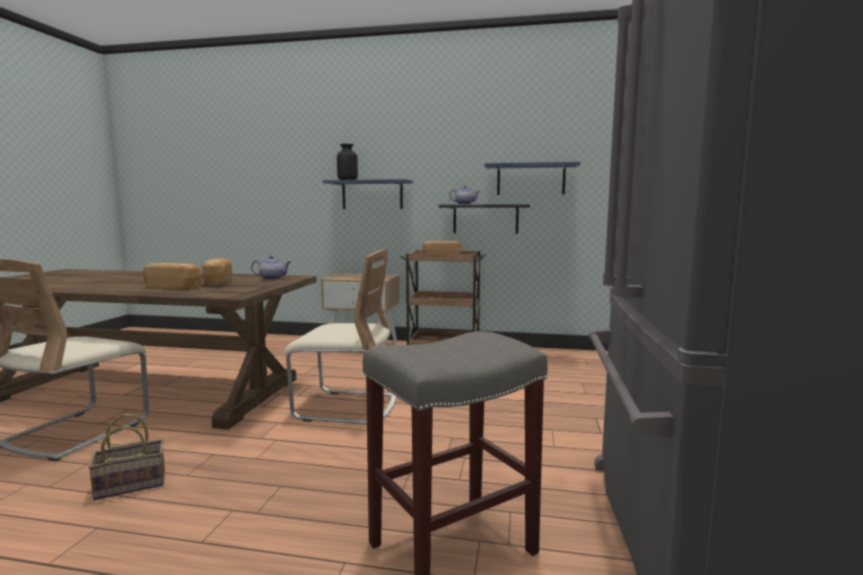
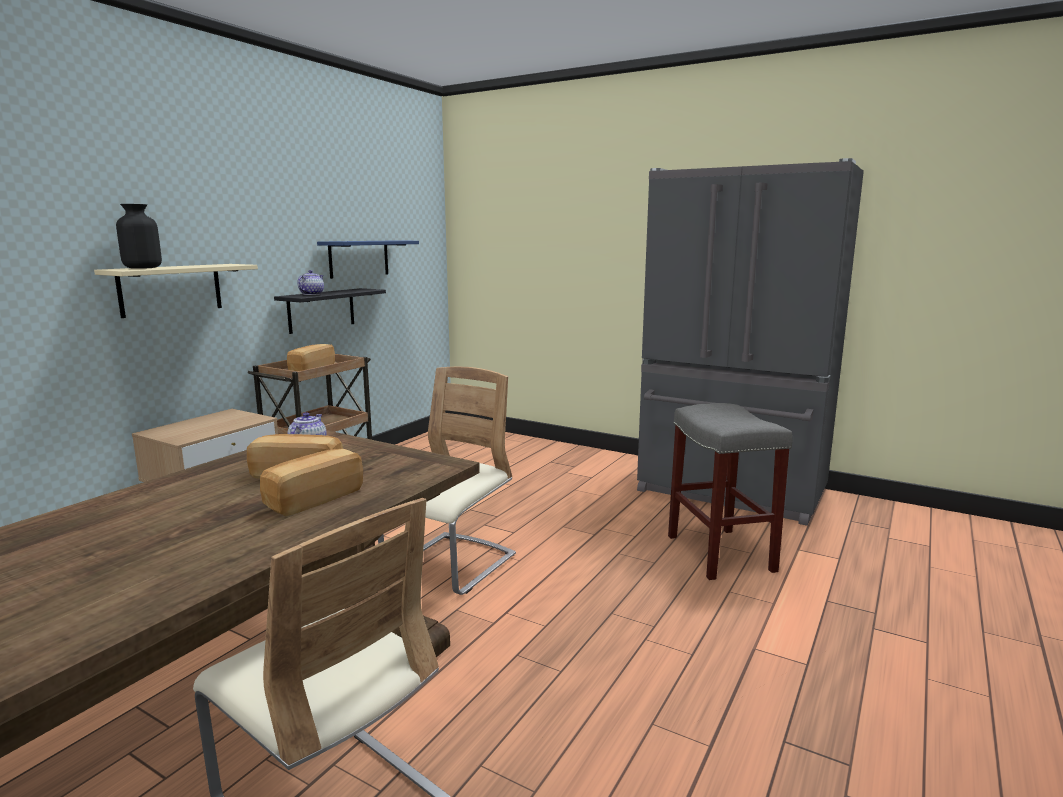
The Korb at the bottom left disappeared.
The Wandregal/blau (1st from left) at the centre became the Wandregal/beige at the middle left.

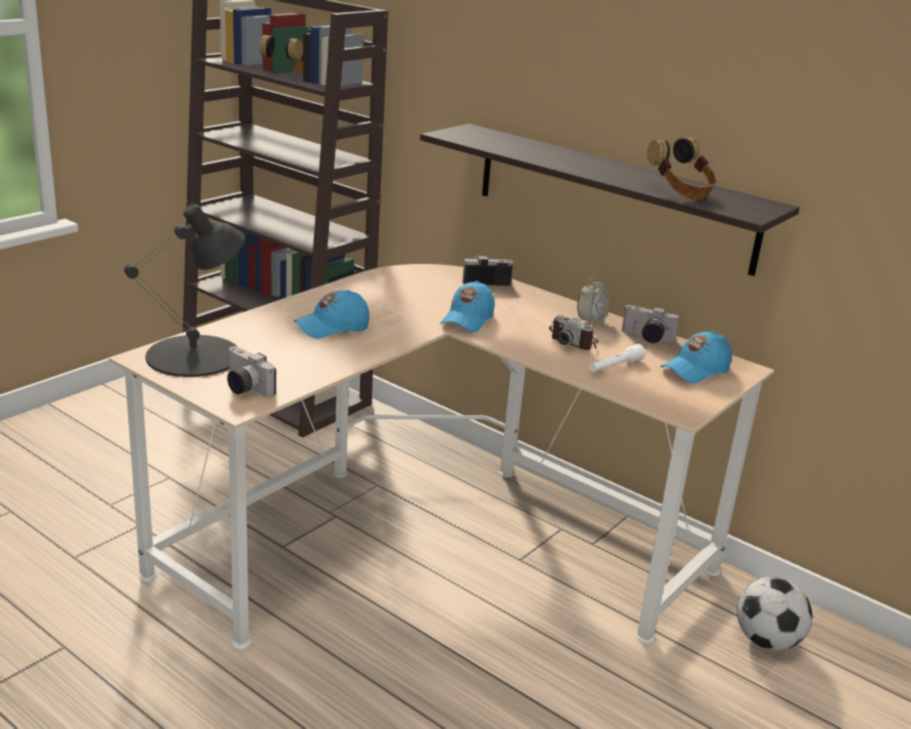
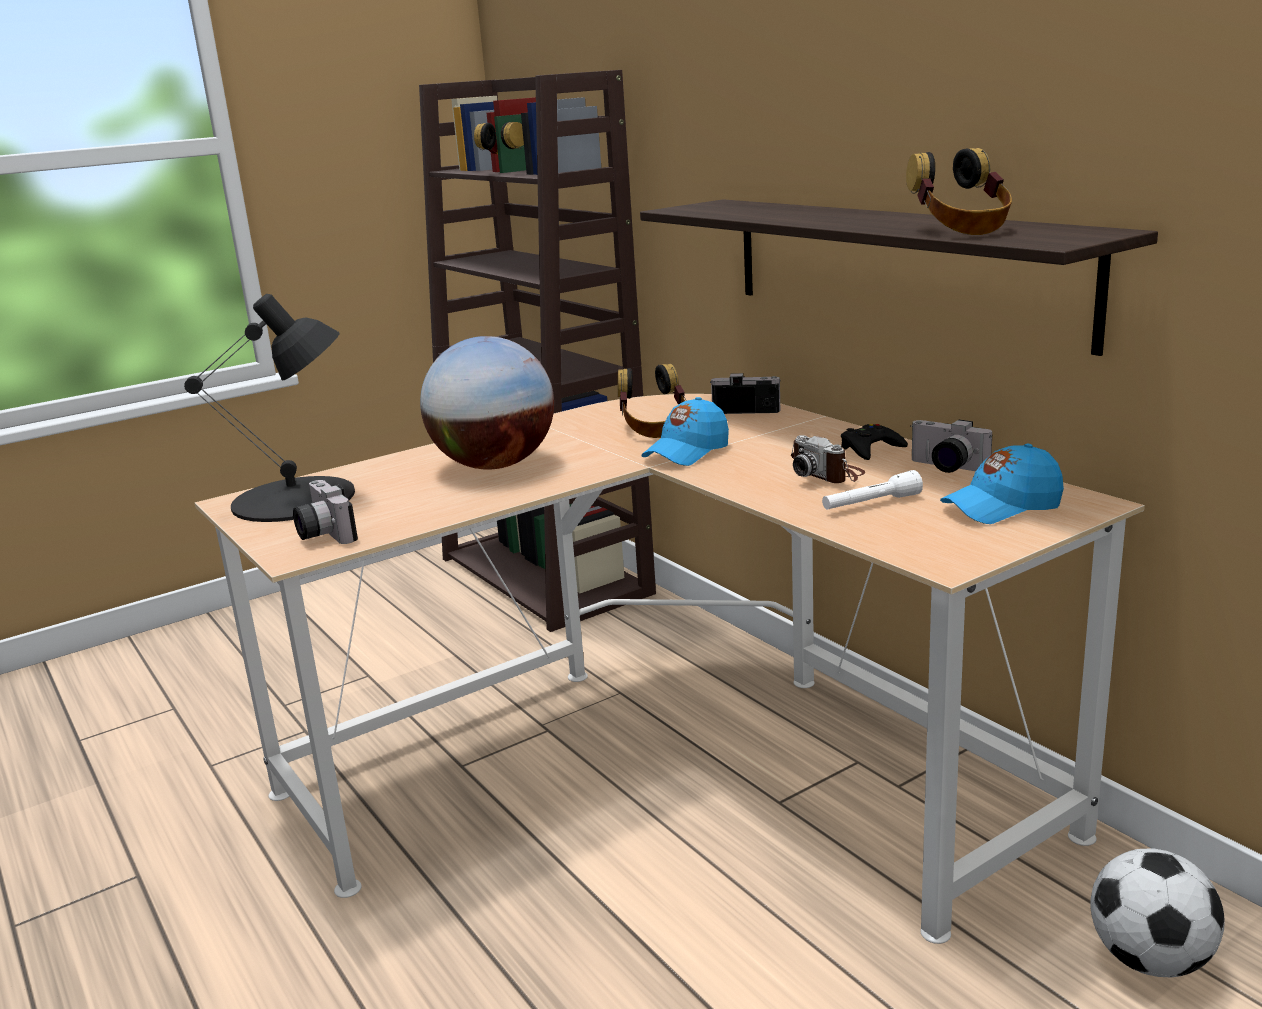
The Kopfhörer (2nd from left) at the centre appeared.
The Kappe/blau (1st from left) at the centre was replaced by the Globus at the centre.
The Wecker at the centre was replaced by the Gamepad/schwarz at the middle right.

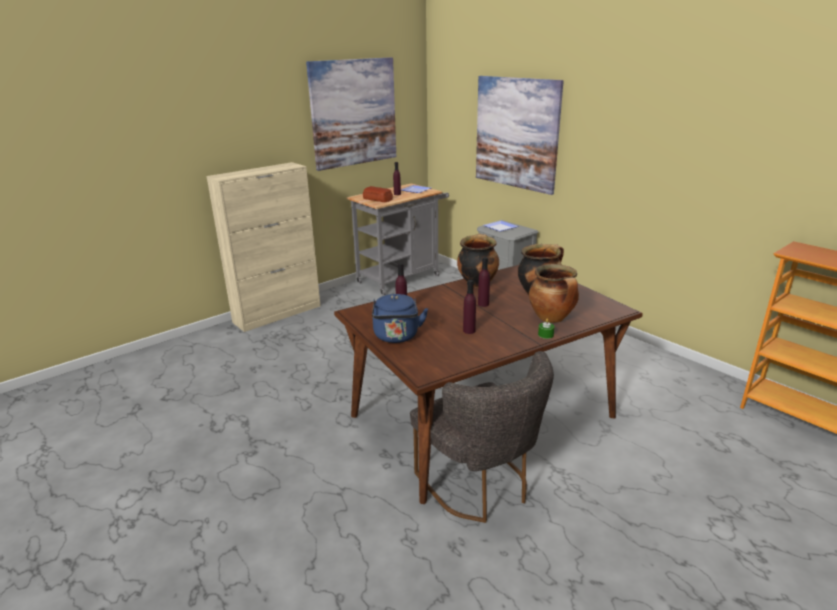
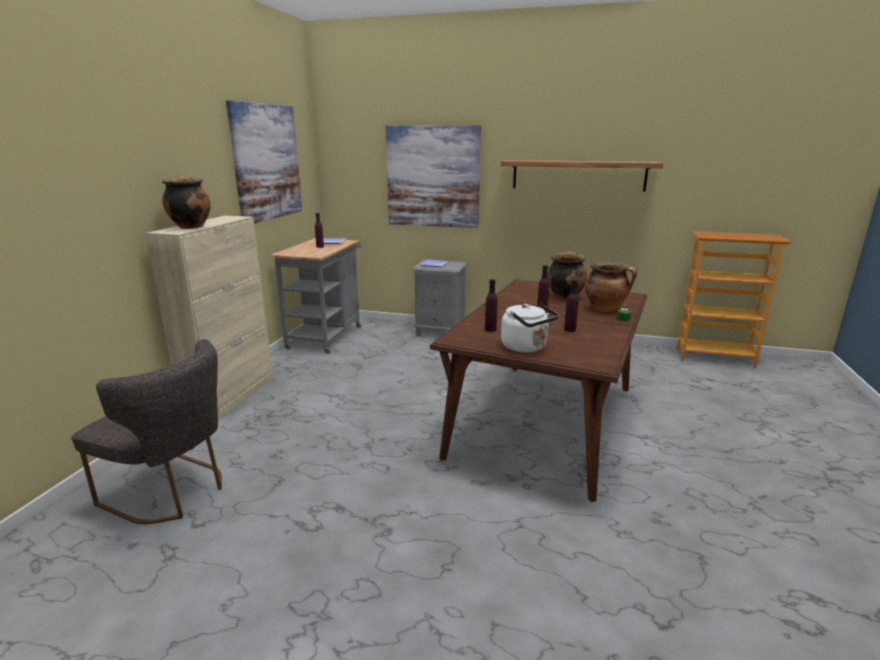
The Brot at the top centre disappeared.
The Wandregal at the top centre appeared.
The Stuhl/grau moved from the bottom centre to the middle left.
The Kochtopf (1st from left) moved from the centre to the top left.
The Wasserkessel/blau at the centre became the Wasserkessel/weiß at the centre.

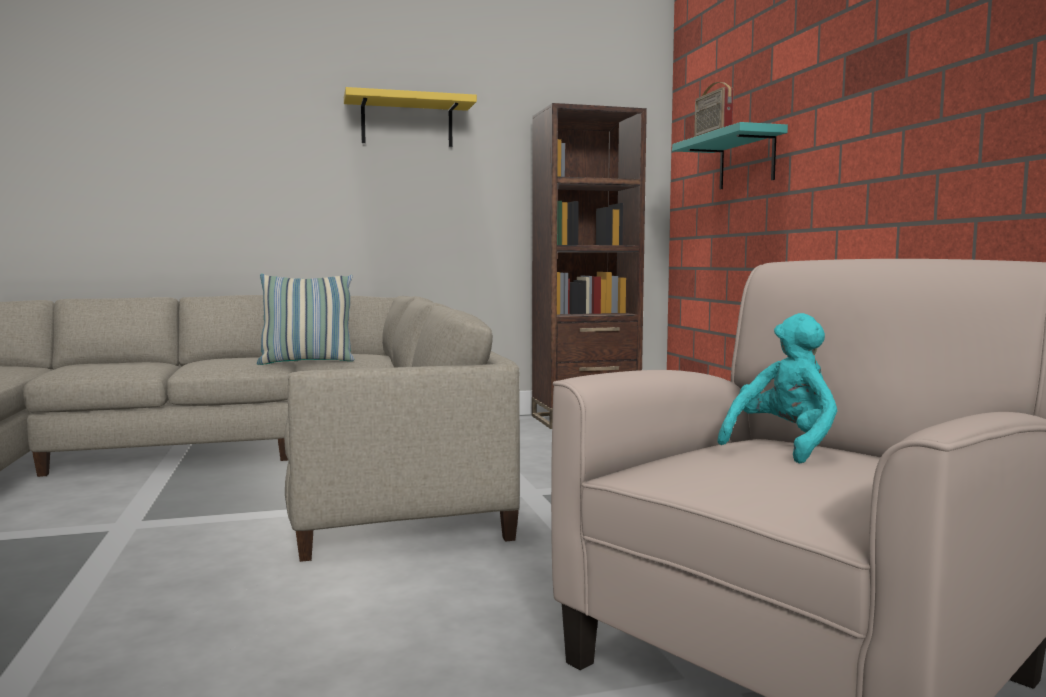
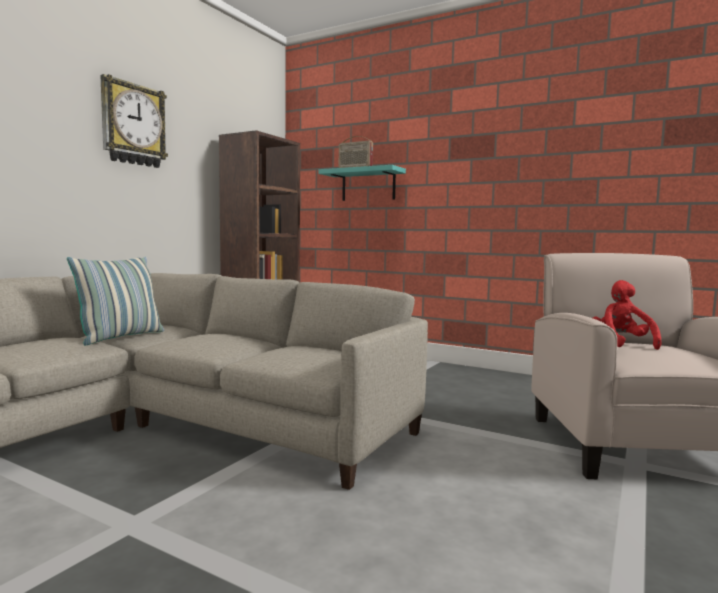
The Wandregal/gelb at the top centre was replaced by the Wanduhr at the top left.
The Plüschtier/türkis at the middle right became the Plüschtier/rot at the middle right.

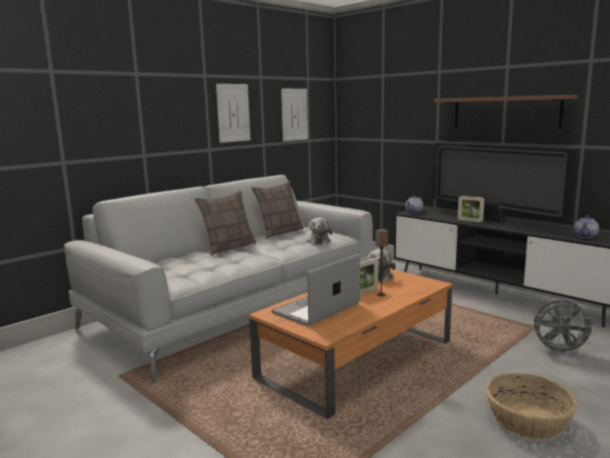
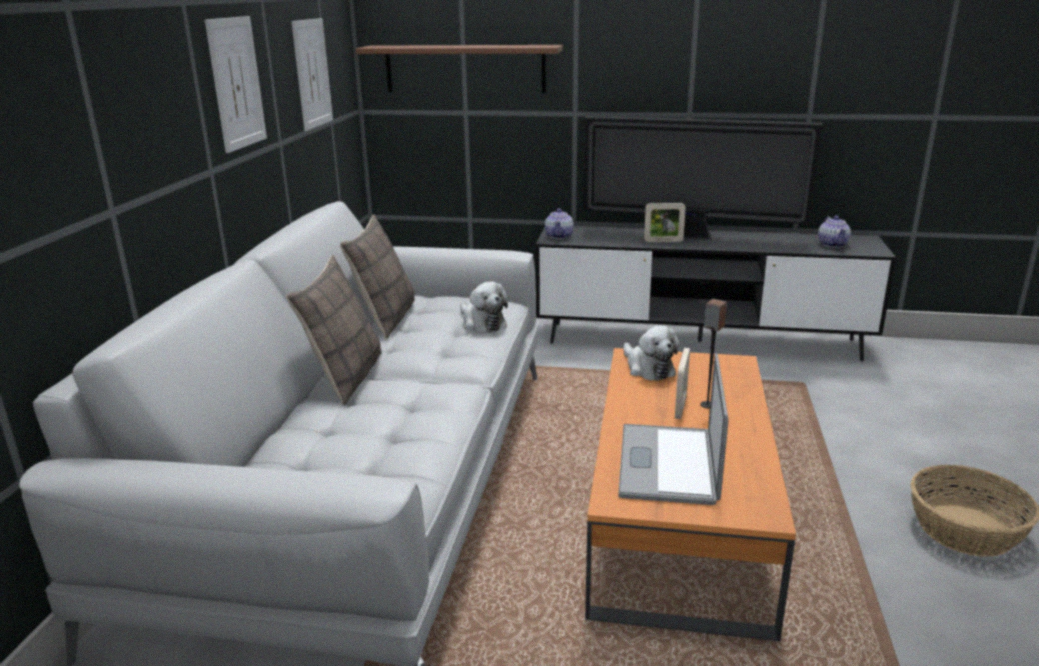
The Ventilator/grau at the bottom right disappeared.
The Wandregal/braun moved from the top right to the top centre.

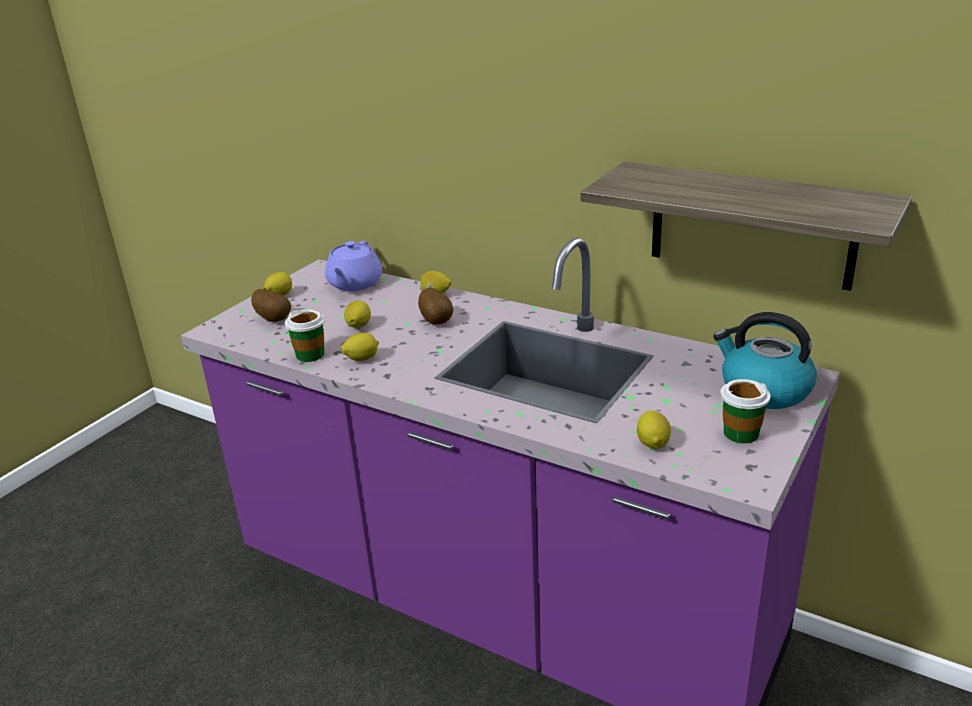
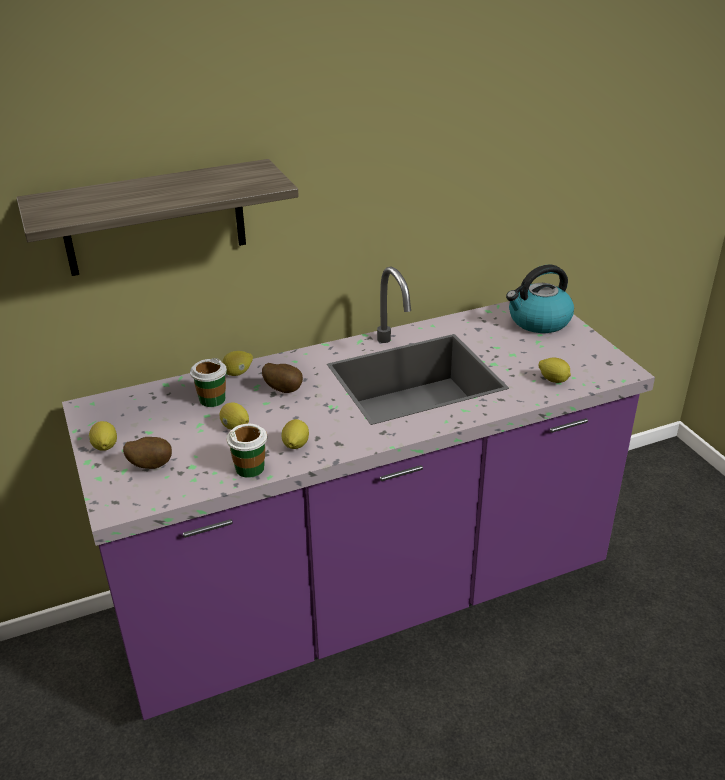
The Teekanne/lila at the centre disappeared.
The Wandregal moved from the top right to the top left.
The Tasse (2nd from left in the first image) moved from the middle right to the middle left.

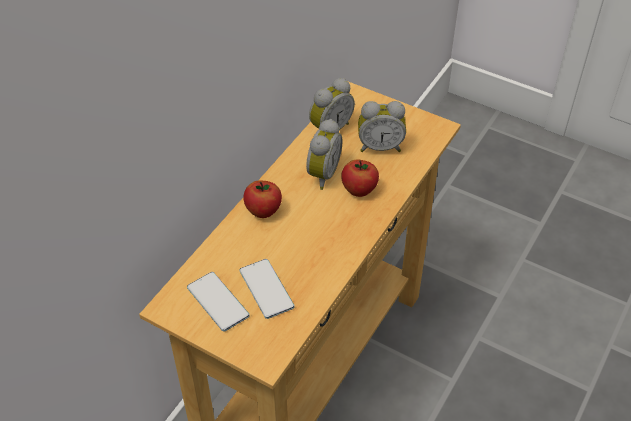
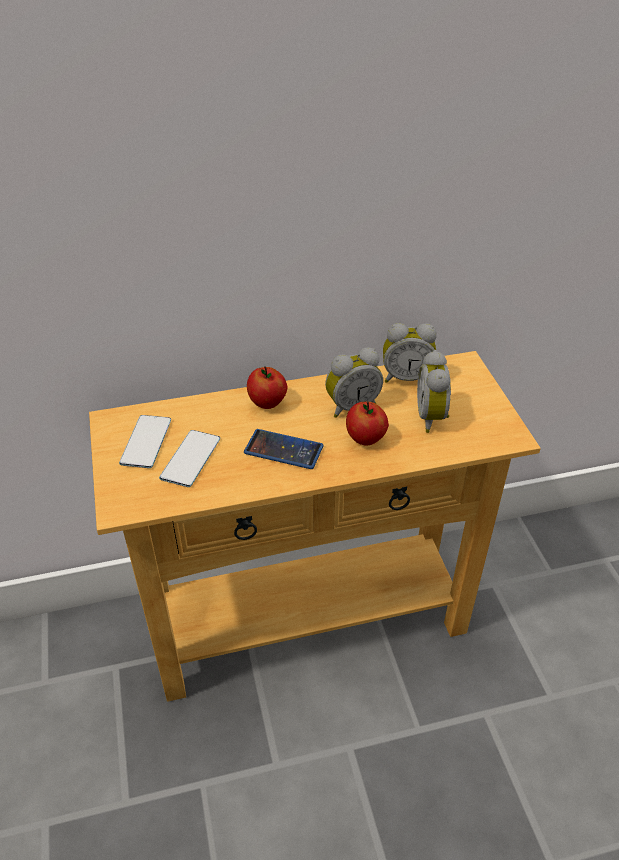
The Handy (3rd from left) at the centre appeared.
The Wecker (3rd from left) at the top centre turned 45 degrees clockwise.

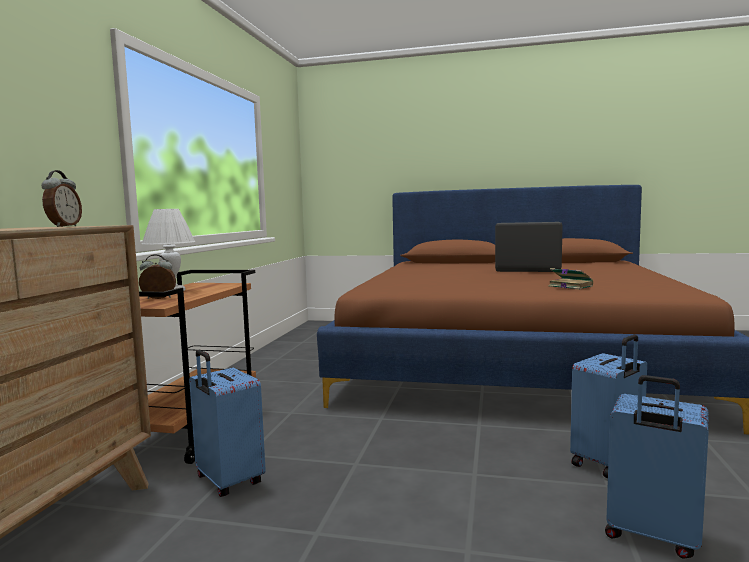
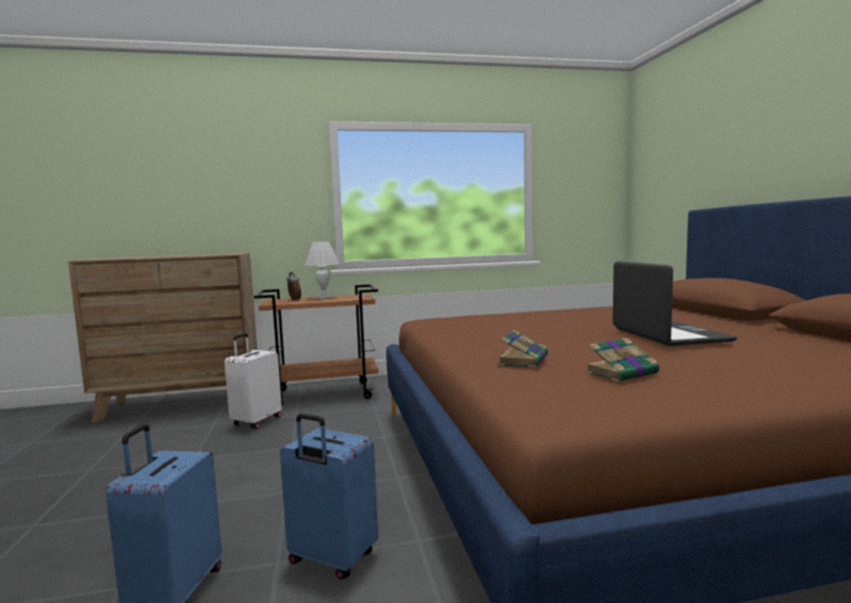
The Wecker (1st from left) at the middle left disappeared.
The Buch (2nd from left) at the middle right appeared.
The Koffer/blau (1st from left) at the bottom left became the Koffer/weiß at the middle left.

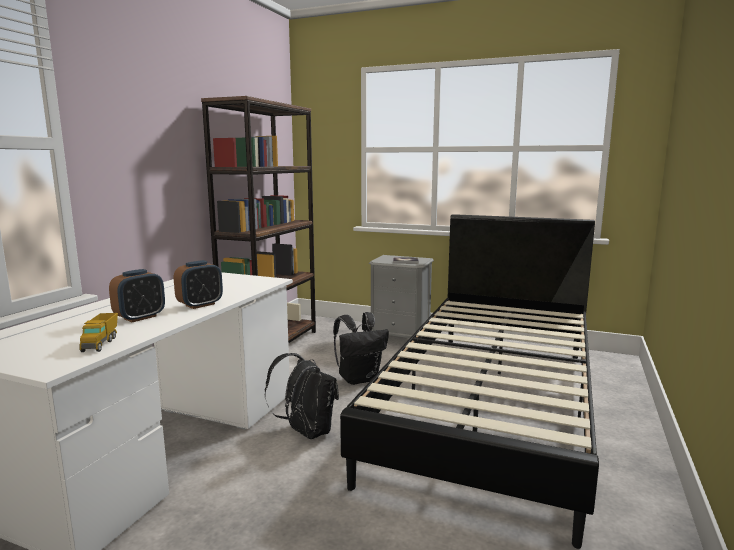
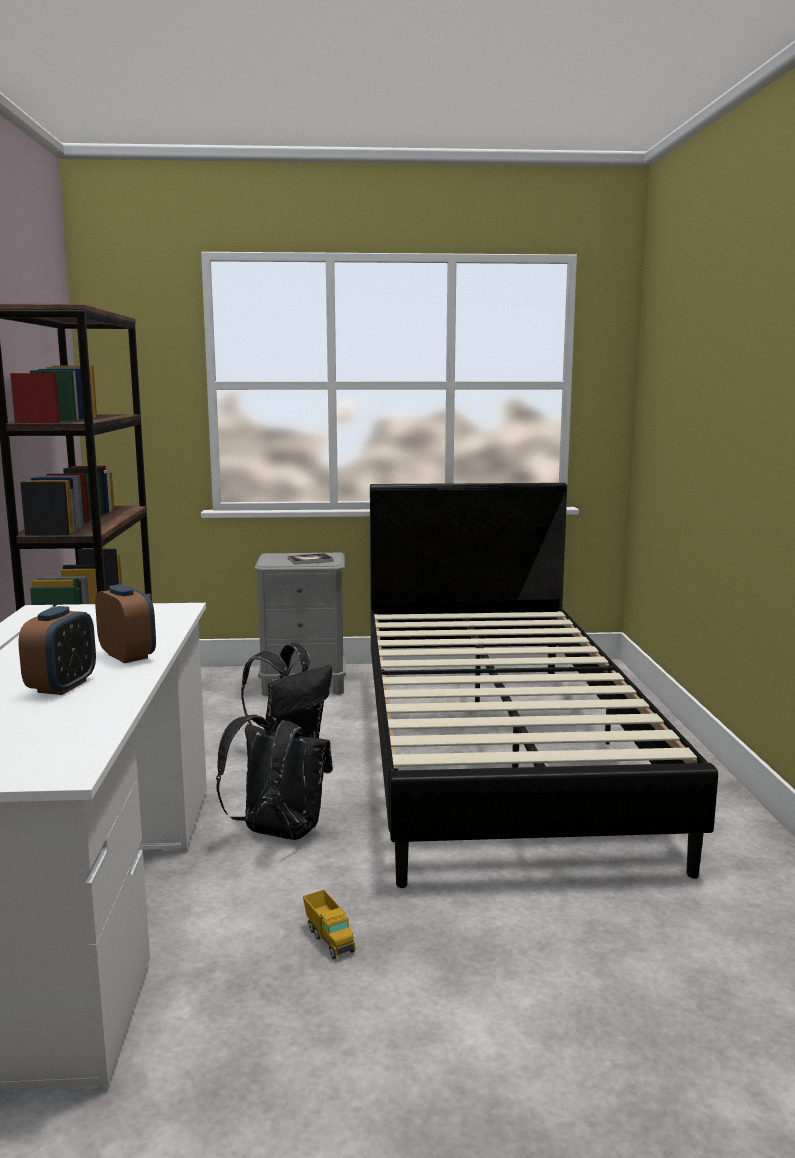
The Spielzeuglaster moved from the middle left to the bottom centre.
The Wecker (2nd from left) at the middle left turned 60 degrees counterclockwise.

